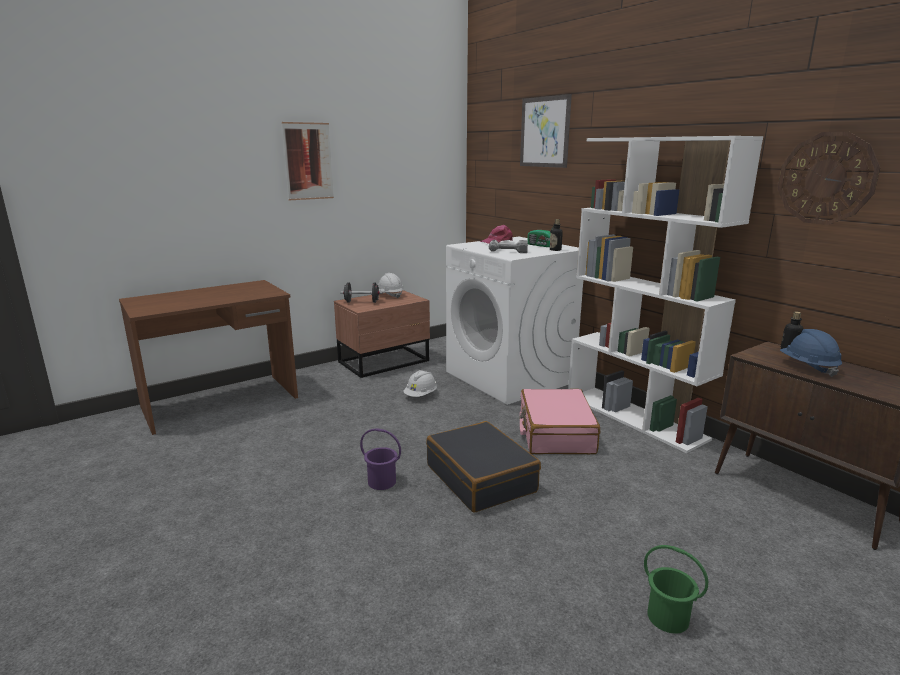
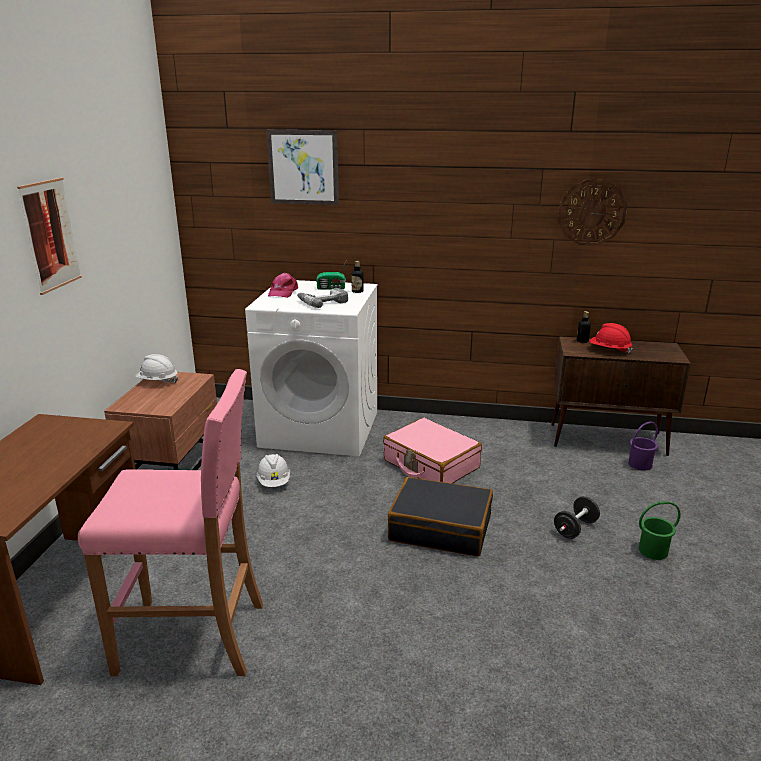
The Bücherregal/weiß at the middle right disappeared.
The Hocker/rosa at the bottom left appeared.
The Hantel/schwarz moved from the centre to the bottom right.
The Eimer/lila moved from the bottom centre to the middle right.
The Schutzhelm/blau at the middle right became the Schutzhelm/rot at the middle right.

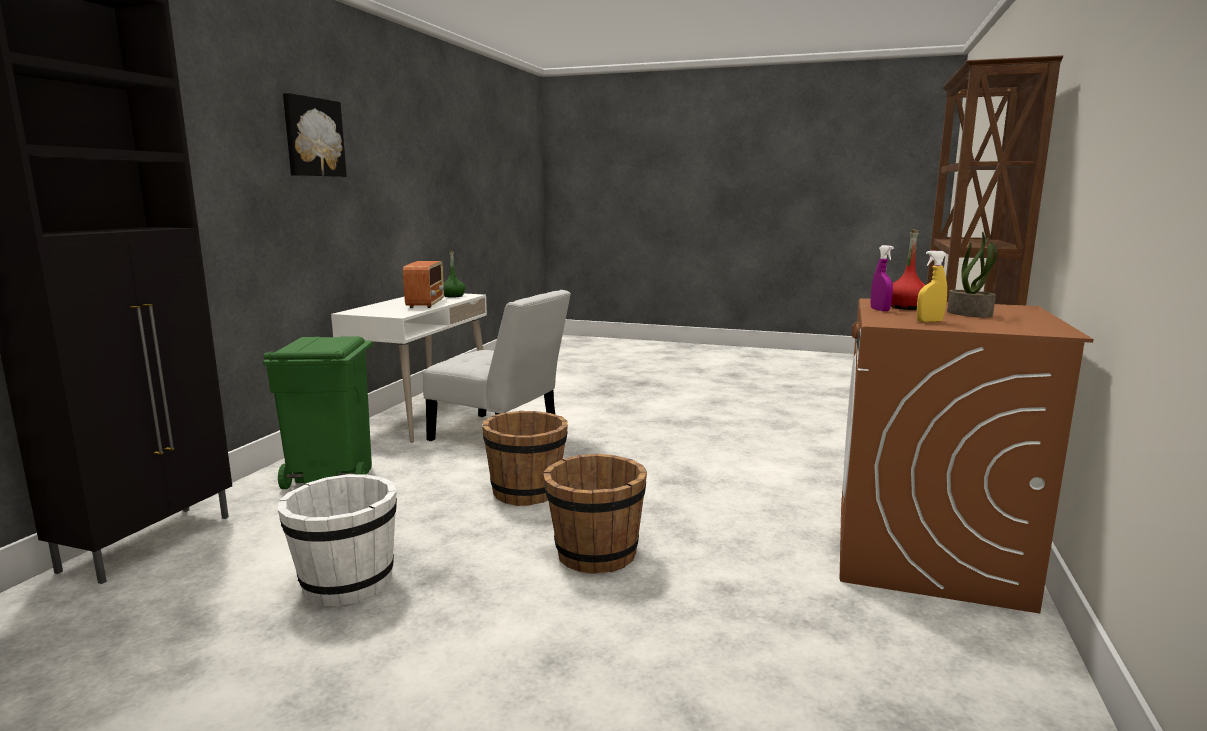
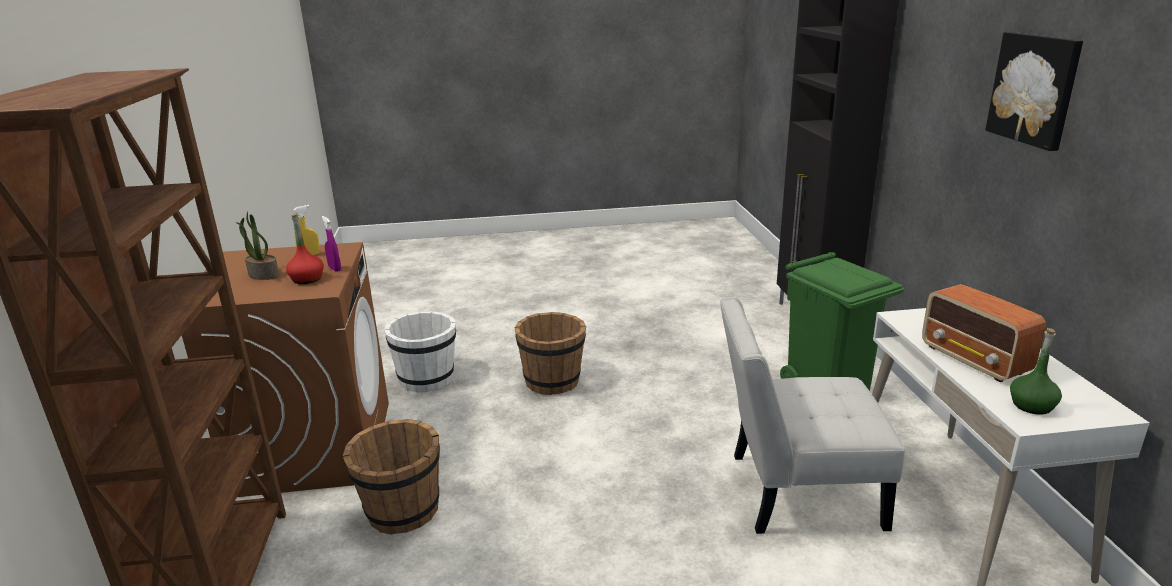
The Eimer/weiß moved from the bottom left to the centre.
The Eimer/braun (1st from left) moved from the centre to the bottom centre.

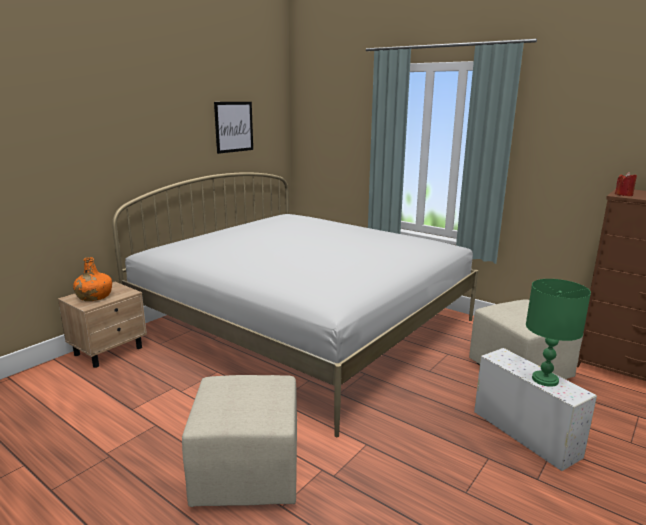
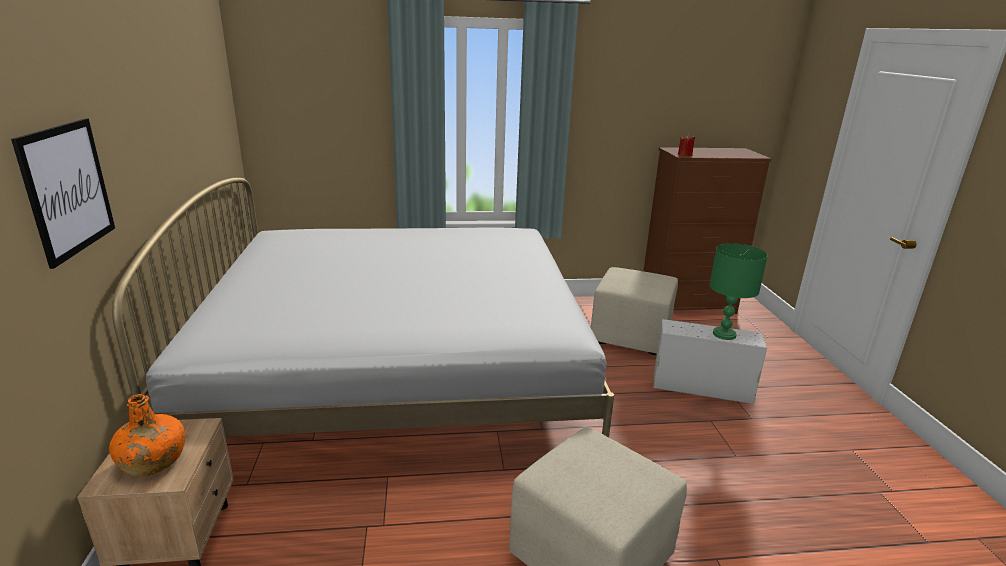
The Bild moved from the top centre to the middle left.

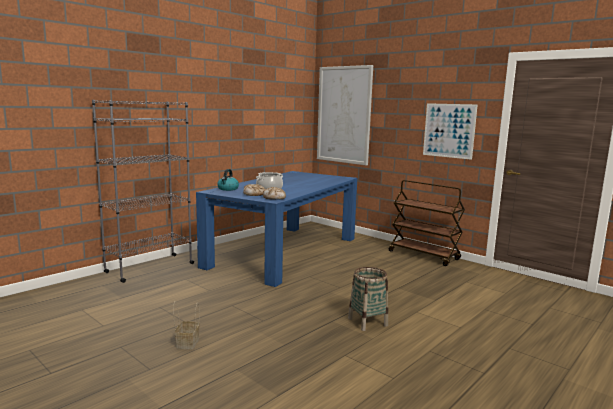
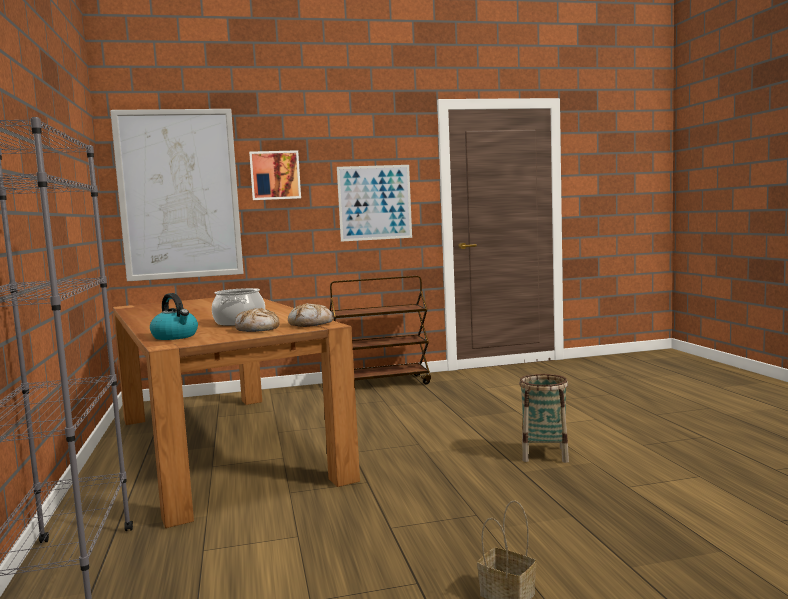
The Bild (2nd from left) at the top centre appeared.
The Esstisch/blau at the centre became the Esstisch/braun at the bottom left.

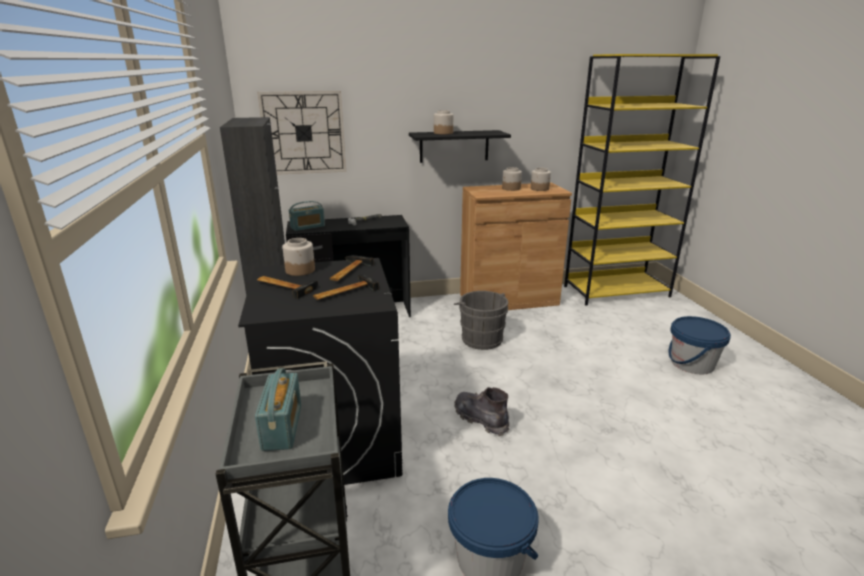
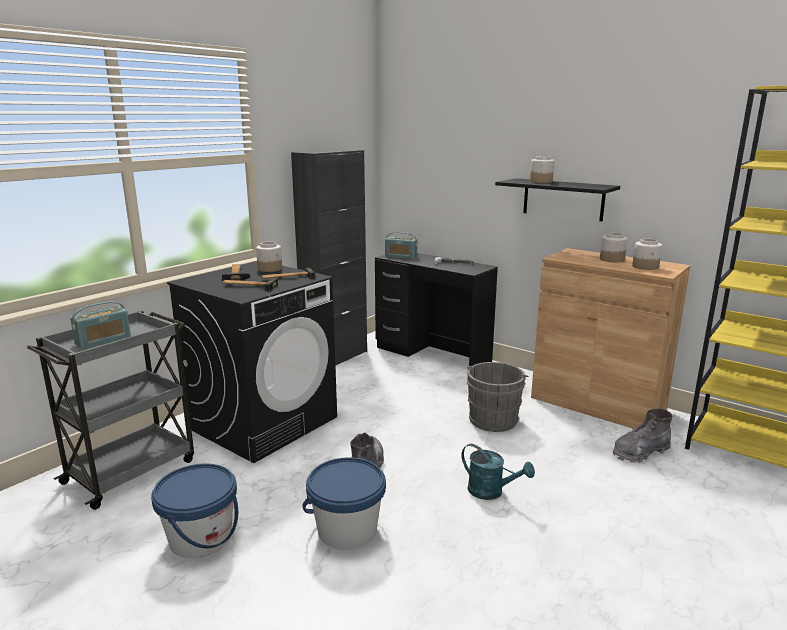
The Wanduhr at the top centre disappeared.
The Gießkanne/türkis at the bottom centre appeared.
The Stiefel/grau (2nd from left) at the bottom right appeared.
The Eimer/blau (2nd from left) moved from the middle right to the bottom centre.

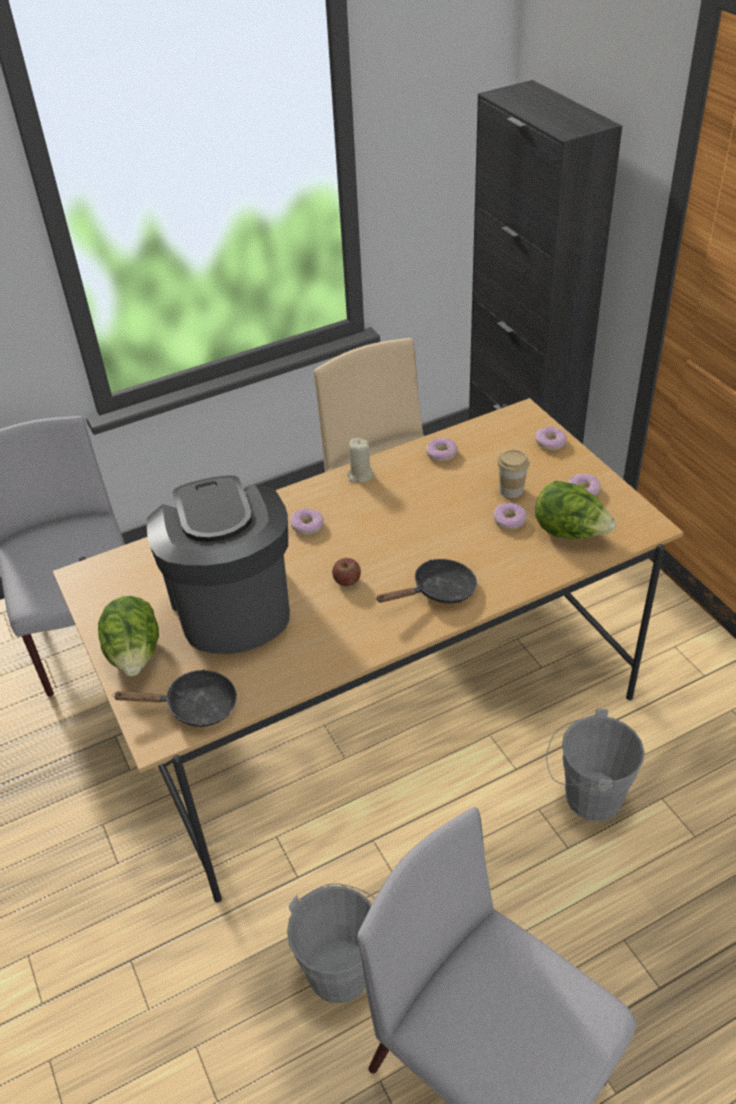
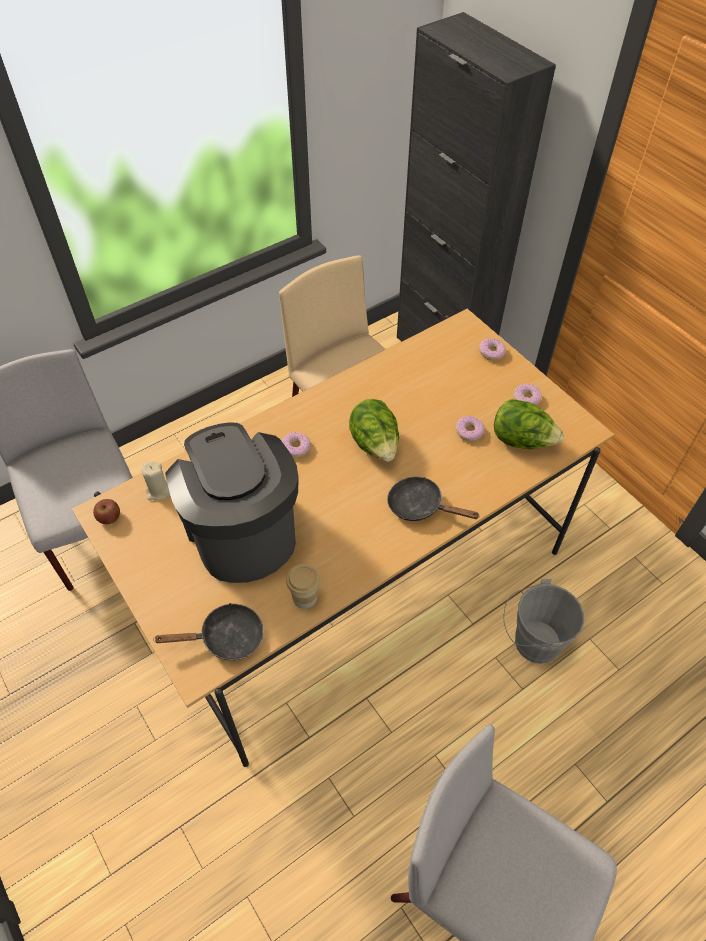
The Eimer/grau (1st from left) at the bottom centre disappeared.
The Donut (2nd from left) at the centre disappeared.
The Salatkopf (1st from left) moved from the middle left to the centre.
The Apfel moved from the centre to the middle left.
The Kerze/beige moved from the centre to the middle left.
The Tasse moved from the middle right to the centre.
The Pfanne/schwarz (2nd from left) at the centre turned 120 degrees counterclockwise.

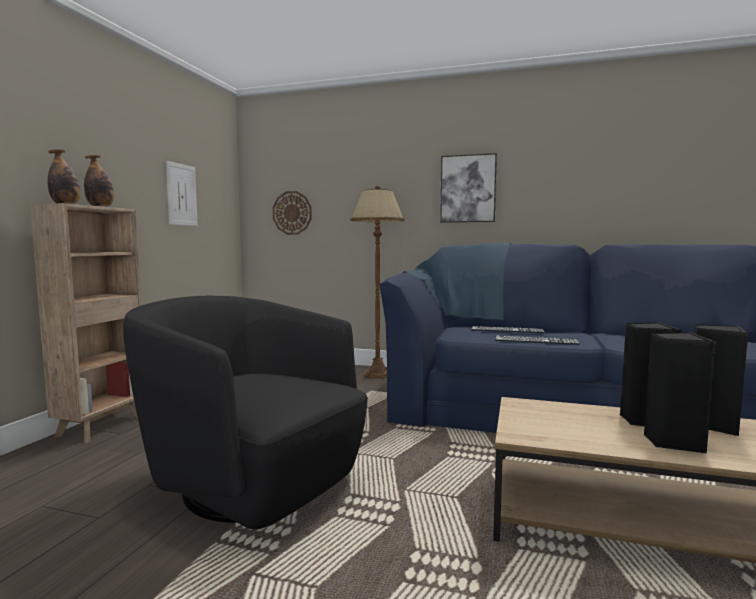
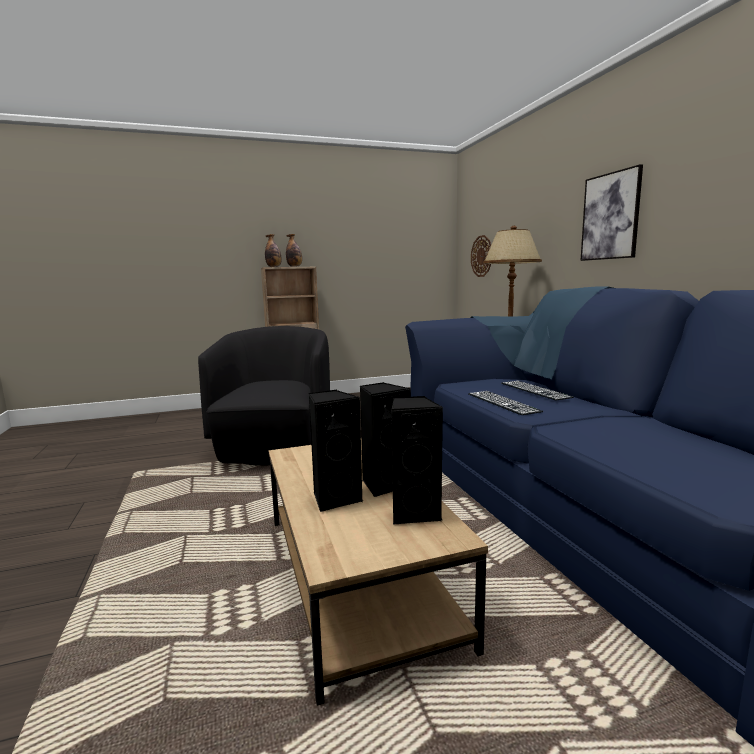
The Bild (1st from left) at the top left disappeared.

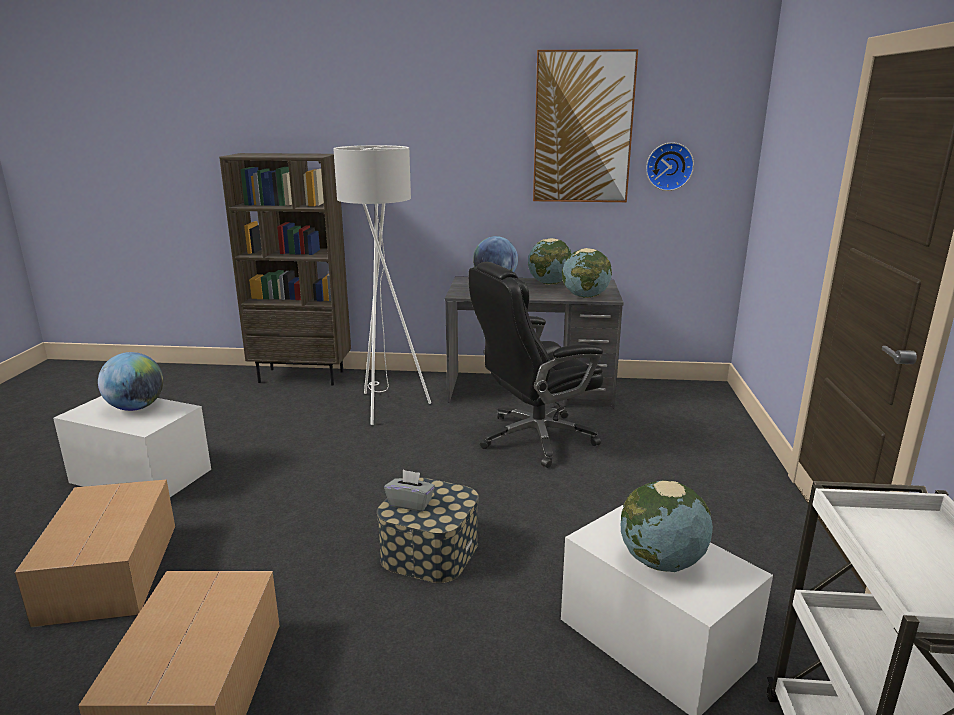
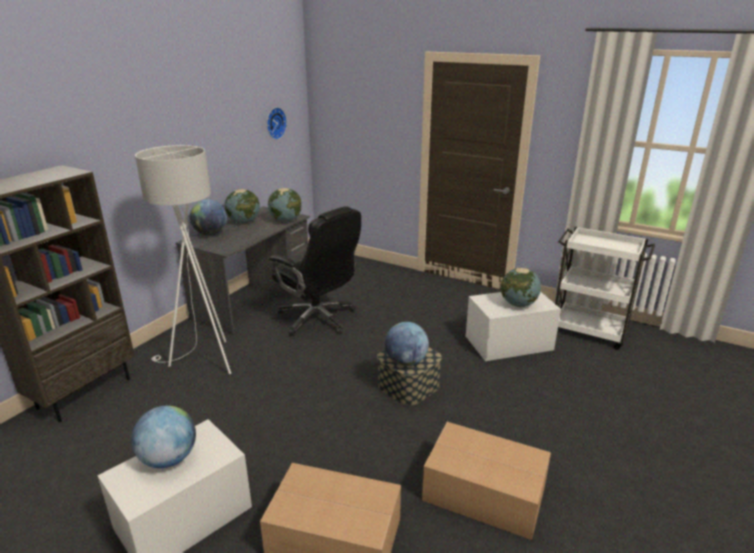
The Bild at the top centre disappeared.
The Taschentuchbox/grau at the bottom centre was replaced by the Globus (5th from left) at the centre.
The Bürostuhl/schwarz at the centre turned 45 degrees counterclockwise.

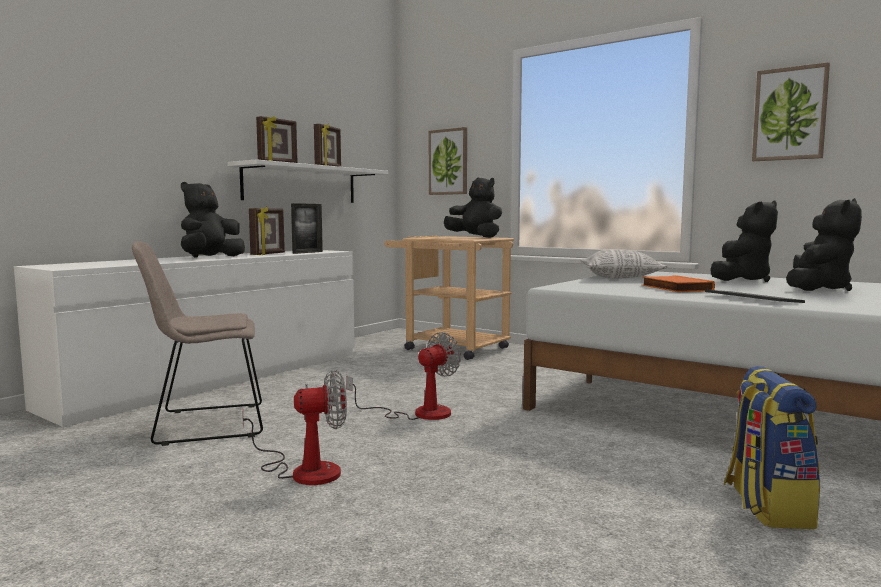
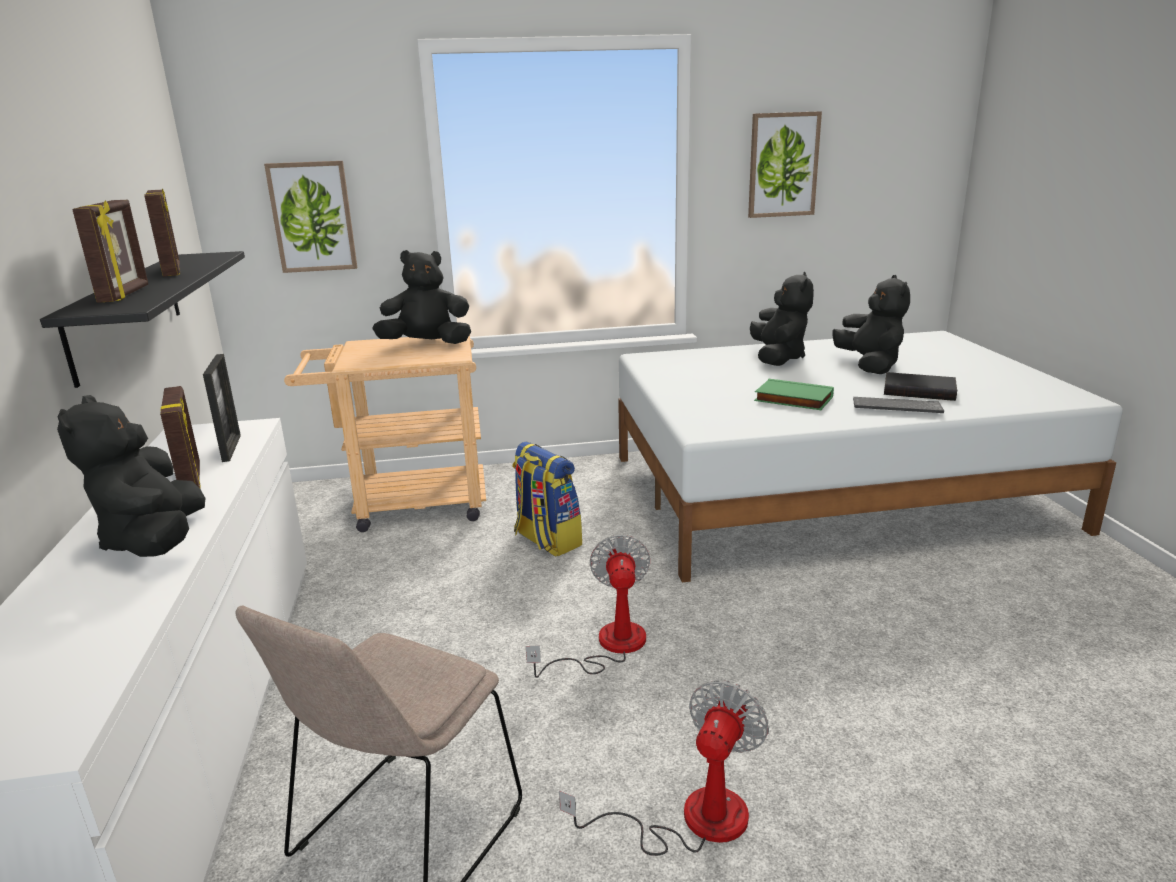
The Kissen at the middle right disappeared.
The Buch/schwarz at the middle right appeared.
The Rucksack moved from the bottom right to the centre.
The Wandregal/weiß at the top centre became the Wandregal/schwarz at the middle left.
The Buch/orange at the middle right became the Buch/grün at the middle right.

